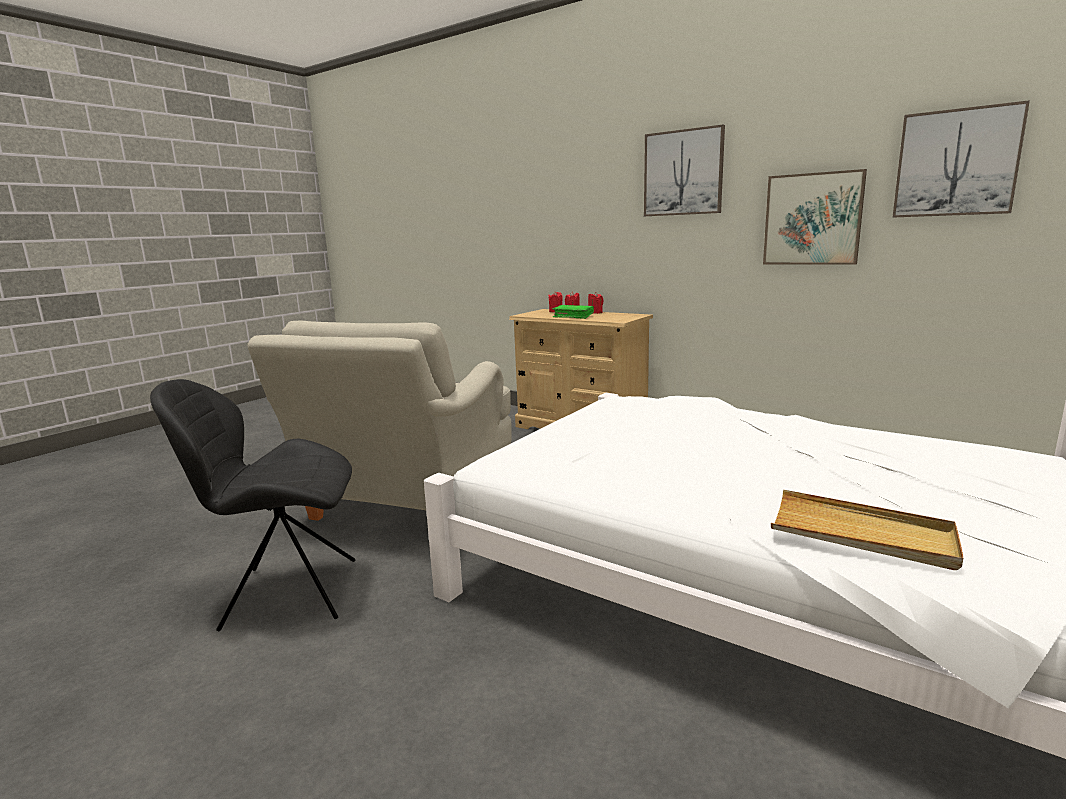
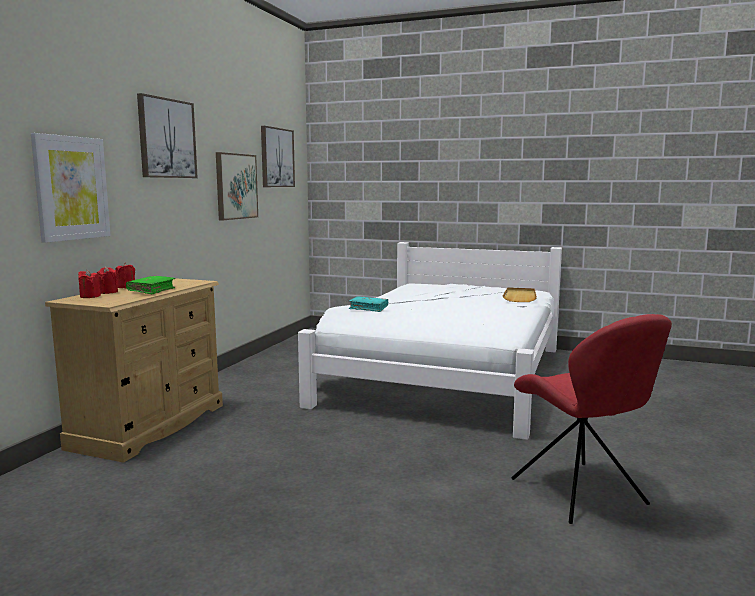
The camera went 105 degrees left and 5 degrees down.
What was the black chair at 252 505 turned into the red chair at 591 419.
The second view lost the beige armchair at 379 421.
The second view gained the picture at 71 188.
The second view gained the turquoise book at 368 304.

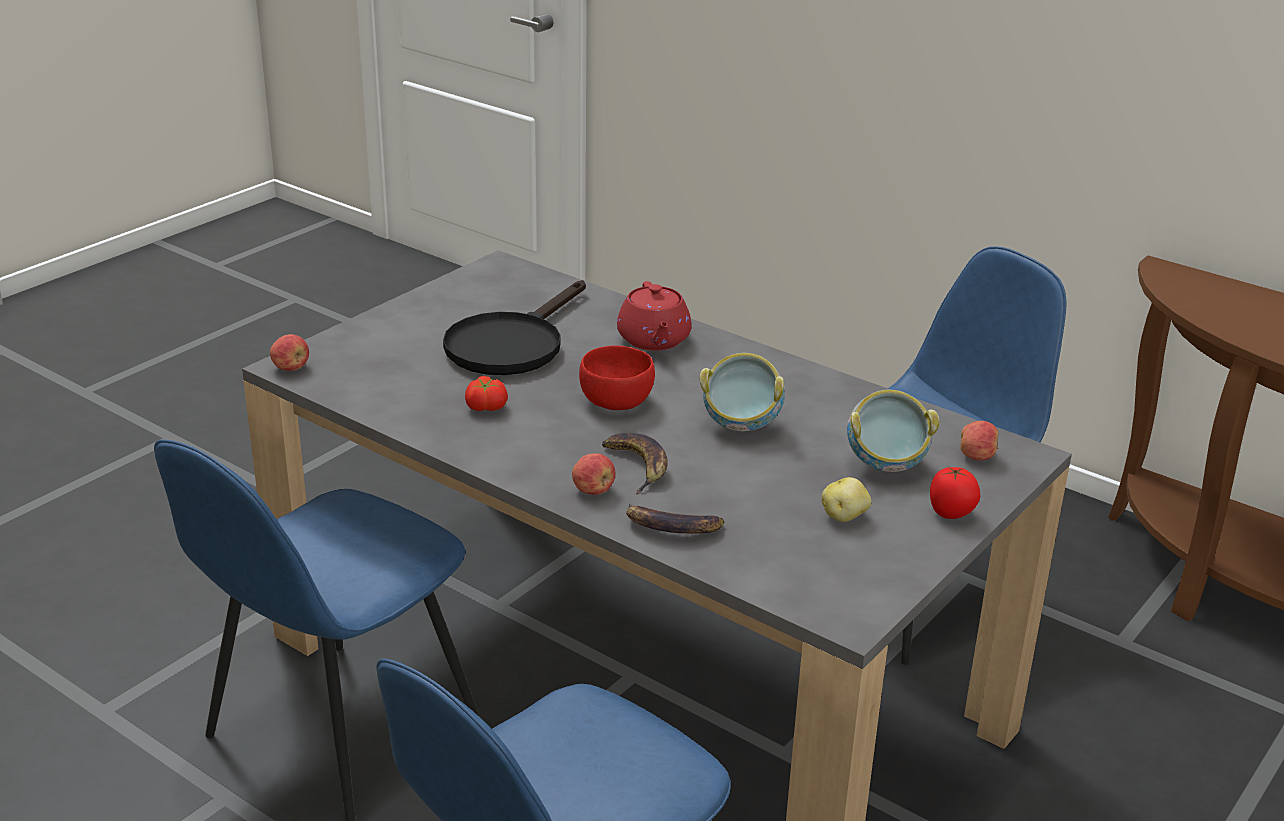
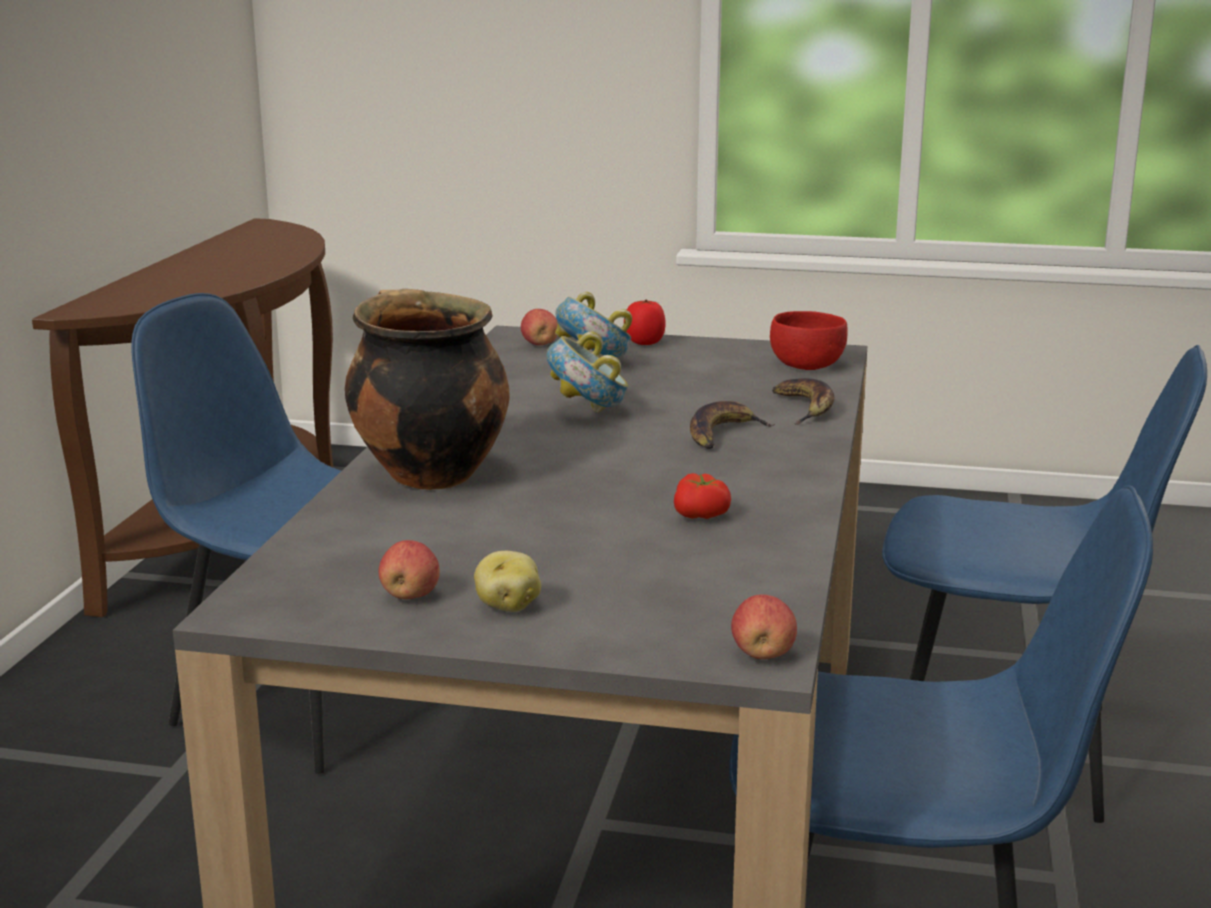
The camera went 115 degrees left and 10 degrees down.
The second view lost the black frying pan at 514 327.
The apple ended up elsewhere, having gone from 593 474 to 409 569.
The red bowl ended up elsewhere, having gone from 617 377 to 809 340.
Where the red teapot stood at 654 315, the cooking pot came to stand at 427 389.
The potato ended up elsewhere, having gone from 846 499 to 507 581.

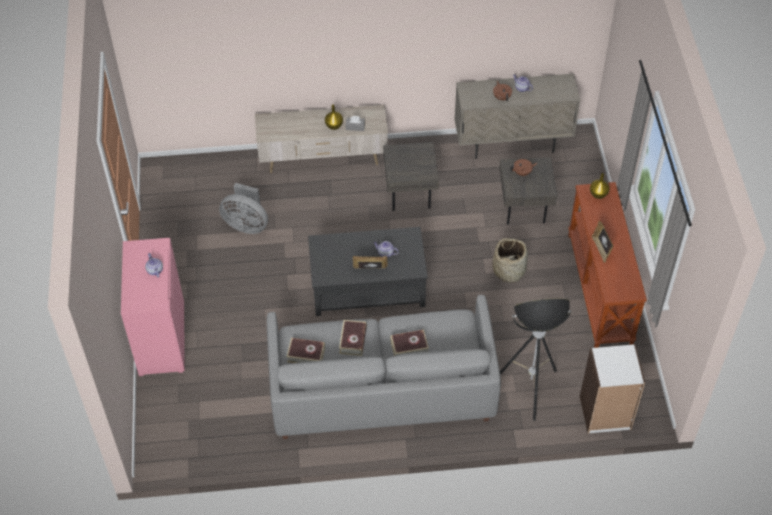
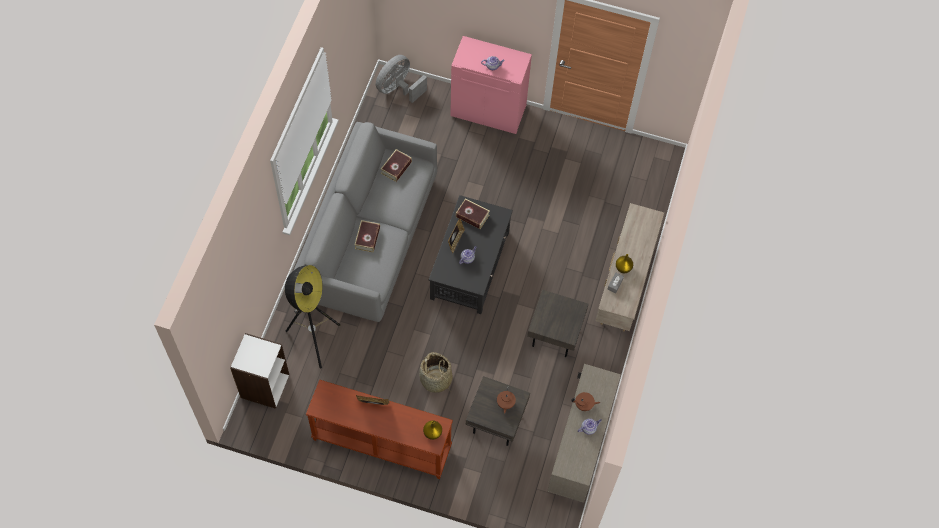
The camera went 110 degrees right and 10 degrees up.
The grey fan ended up elsewhere, having gone from 243 208 to 401 79.
The book ended up elsewhere, having gone from 353 338 to 473 214.

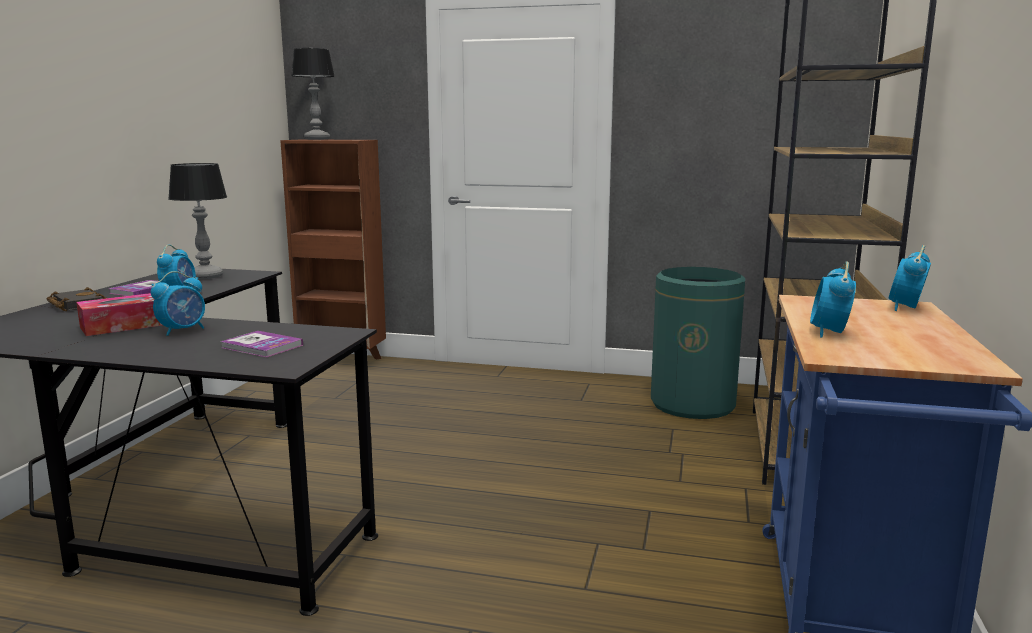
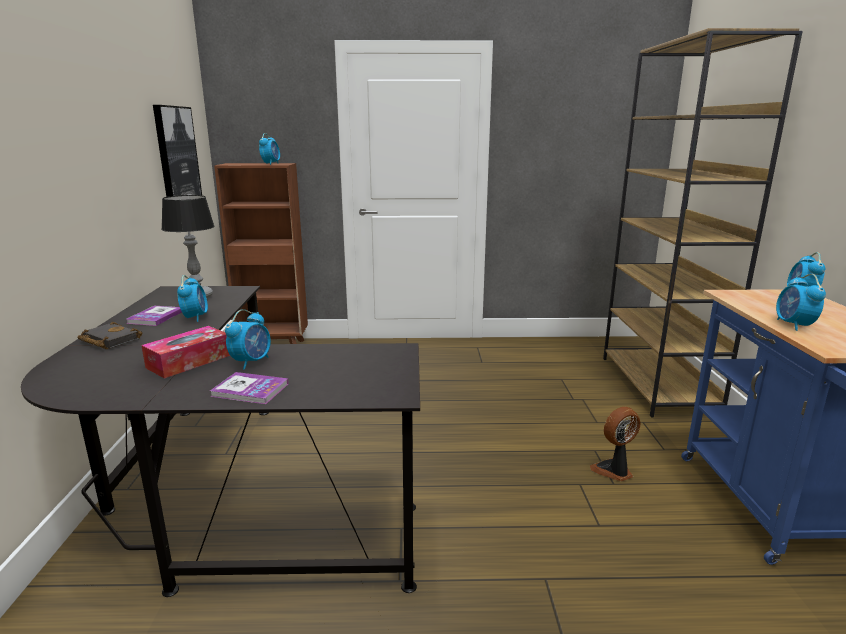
The camera went 15 degrees left and 5 degrees up.
The book ended up elsewhere, having gone from 261 344 to 249 388.
The second view lost the table lamp at 313 94.
The second view lost the green trash can at 698 343.
The second view gained the picture at 177 151.
The second view gained the alarm clock at 269 149.
The second view gained the fan at 615 444.

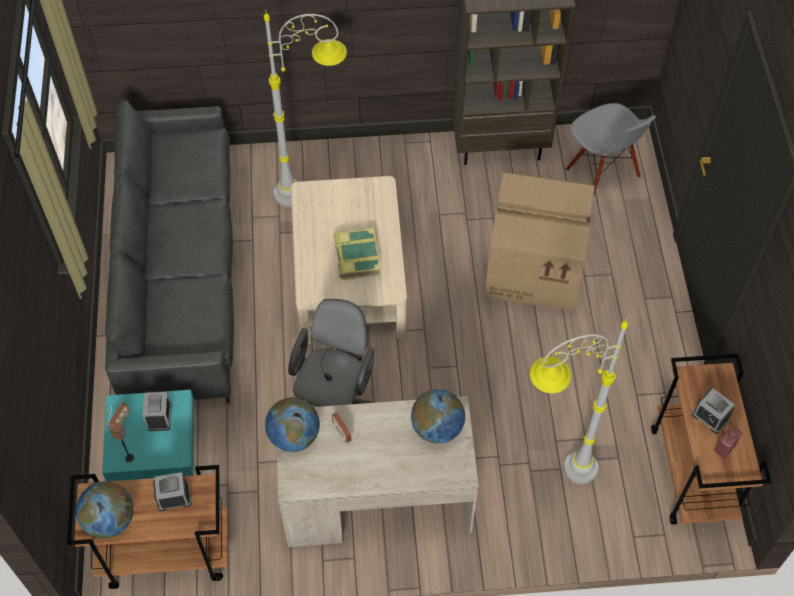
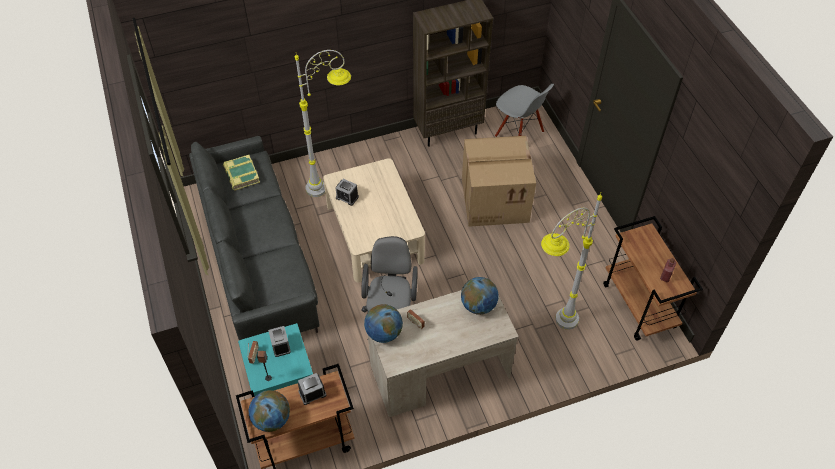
The camera went 15 degrees left and 5 degrees down.
The book ended up elsewhere, having gone from 357 254 to 241 172.
The alarm clock ended up elsewhere, having gone from 713 411 to 347 192.

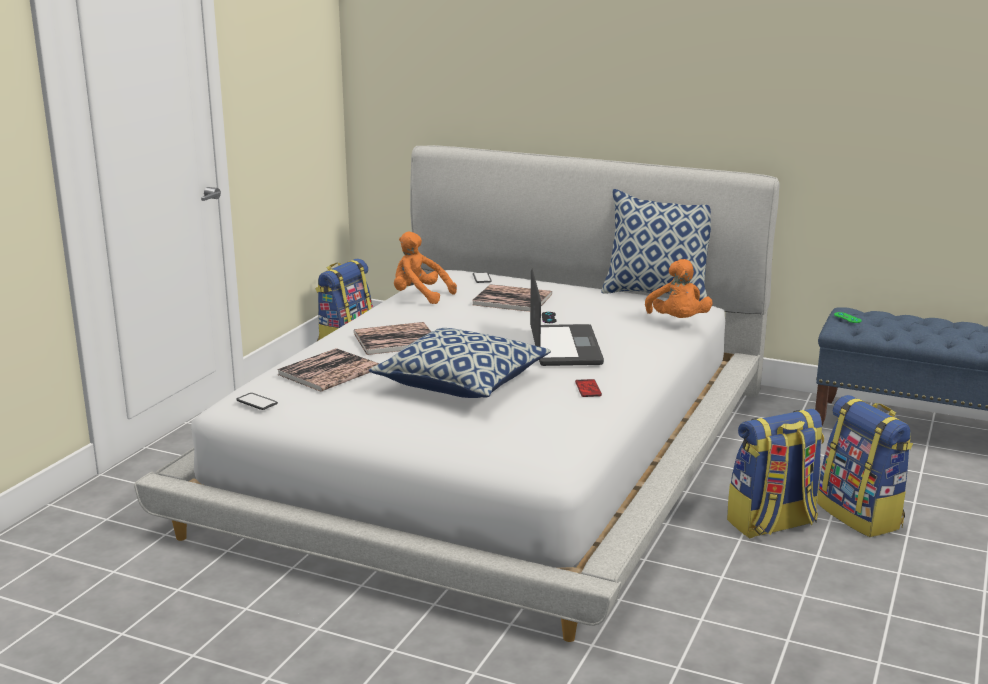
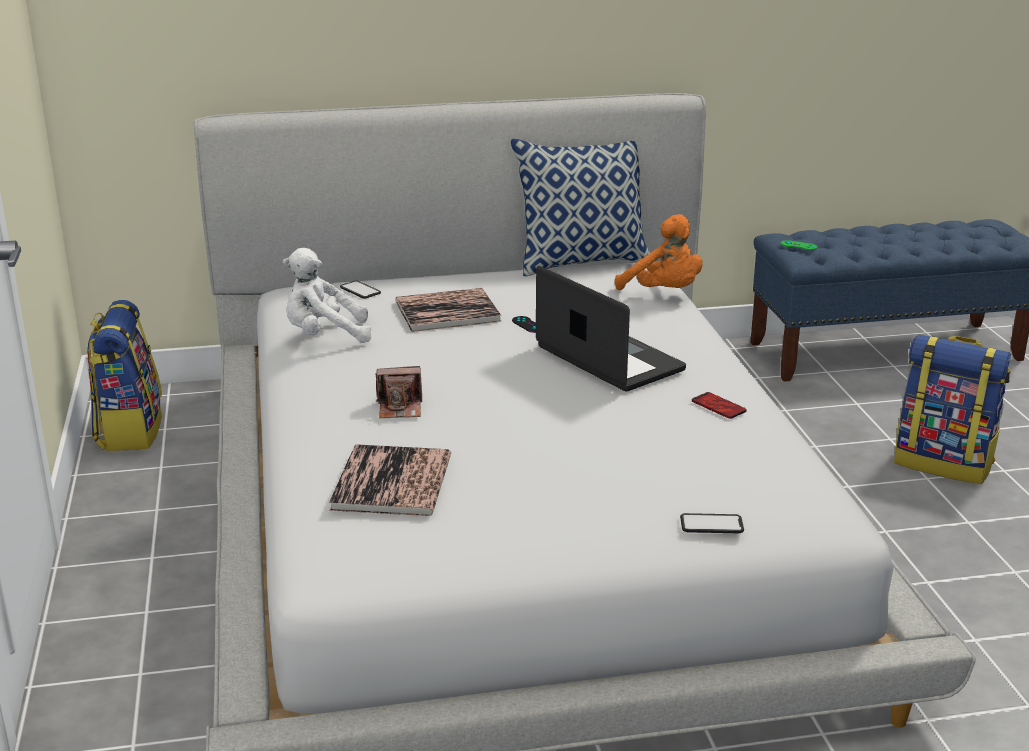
The camera went 35 degrees left and 5 degrees up.
The phone ended up elsewhere, having gone from 257 401 to 712 523.
Where the book stood at 392 338, the photo camera came to stand at 399 392.
The second view lost the pillow at 460 363.
What was the orange plush toy at 425 267 turned into the white plush toy at 327 295.
The second view lost the backpack at 775 473.

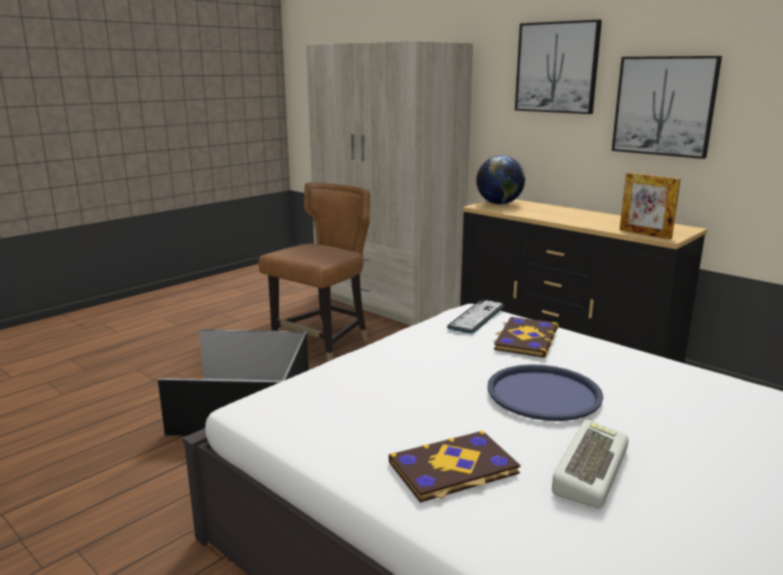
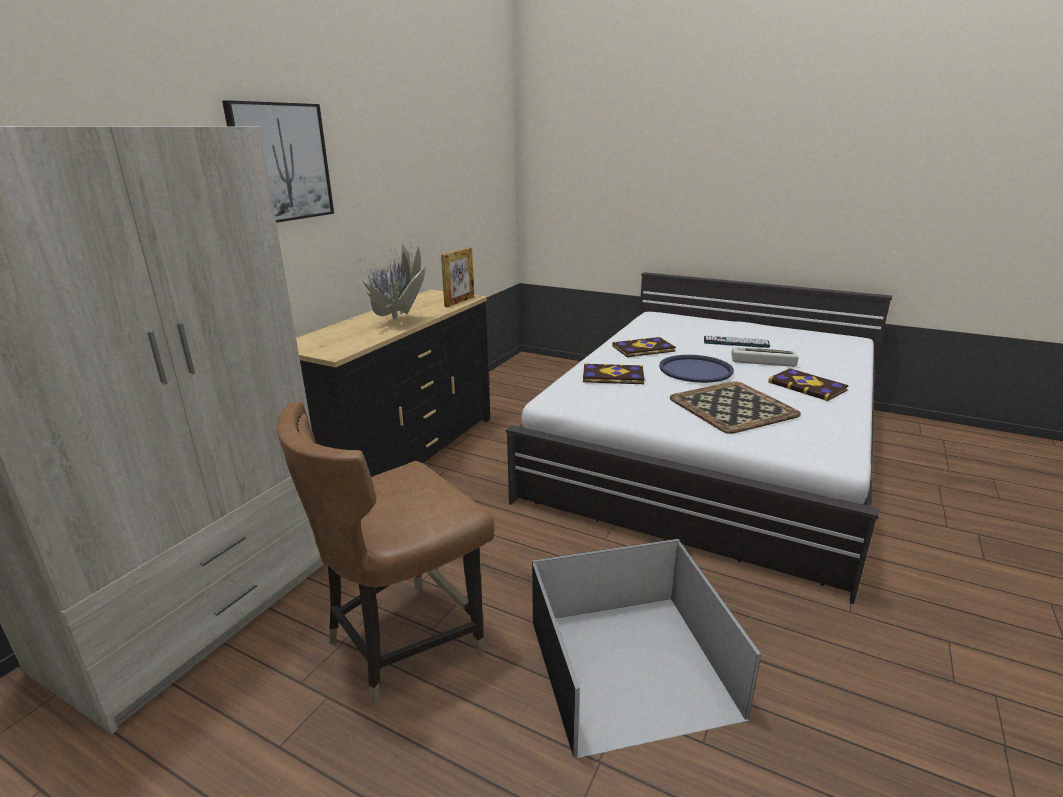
The camera went 105 degrees left and 5 degrees up.
The brown chair at 314 272 ended up facing another way, 60 degrees counterclockwise from before.
The keyboard ended up elsewhere, having gone from 475 317 to 737 341.
The second view lost the globe at 500 179.
The second view lost the picture at 667 107.
The second view gained the potted plant at 384 277.
The second view gained the book at 644 347.
The second view gained the tray at 735 407.

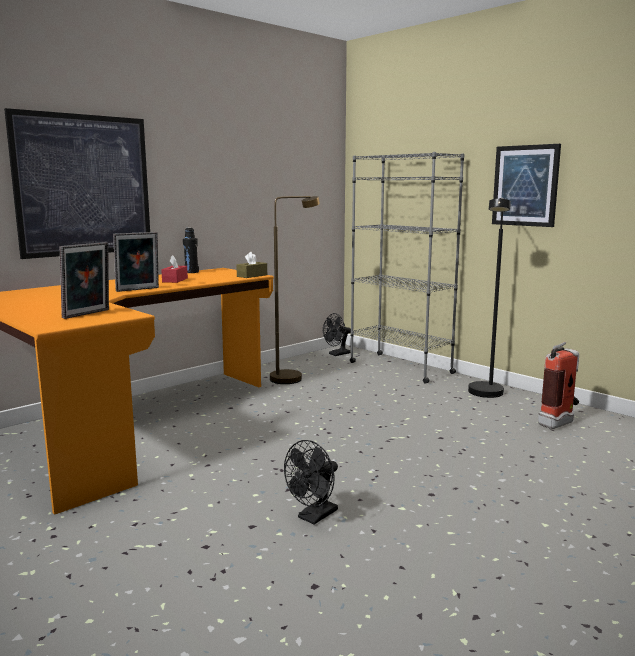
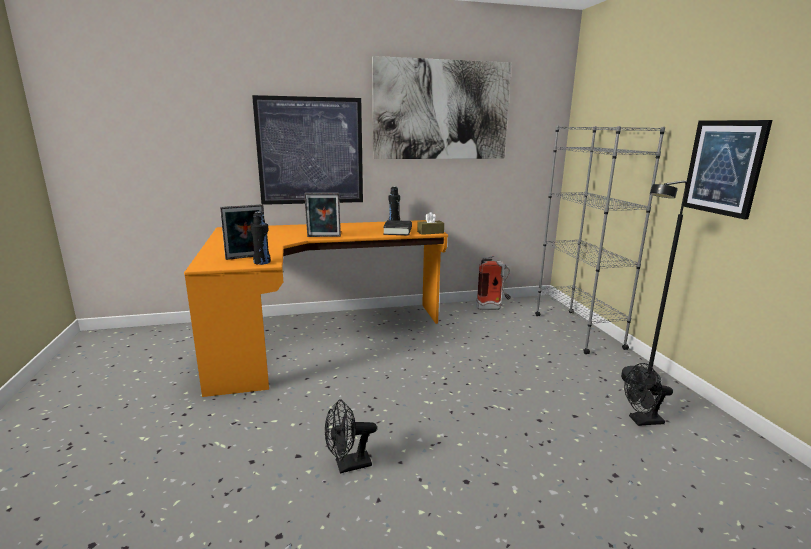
The camera went 30 degrees right and 5 degrees up.
The second view lost the red tissue box at 174 269.
The second view lost the brown floor lamp at 295 290.
The black fan ended up elsewhere, having gone from 337 334 to 648 394.
The fire extinguisher ended up elsewhere, having gone from 558 385 to 493 283.
The second view gained the black bottle at 261 238.
The second view gained the picture at 441 107.
The second view gained the black book at 397 227.

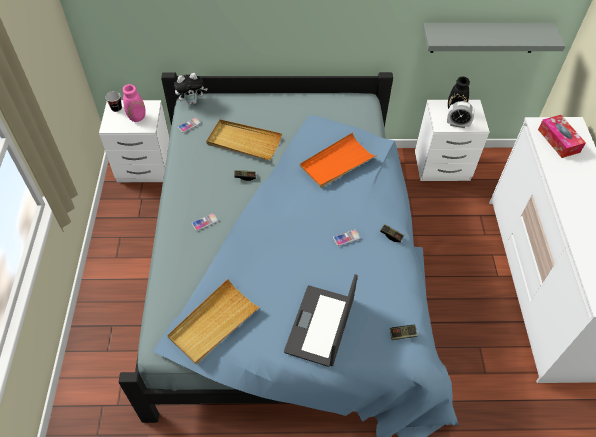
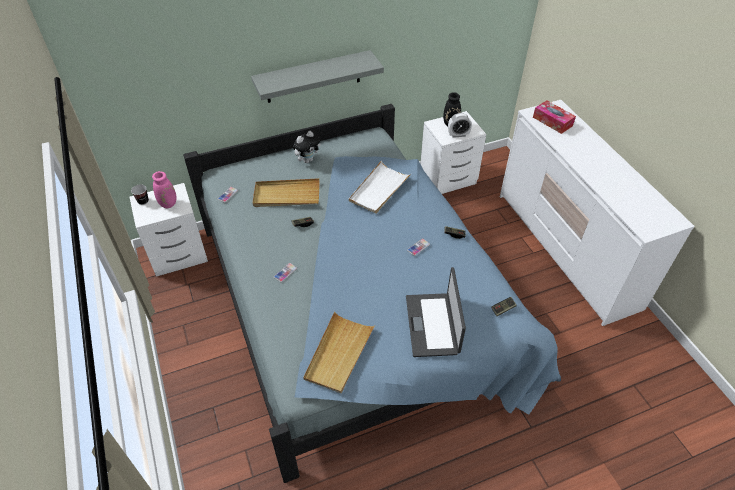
The camera went 20 degrees left and 5 degrees down.
The plush toy ended up elsewhere, having gone from 191 89 to 307 147.
What was the orange tray at 338 160 turned into the white tray at 380 187.
The grey shelf ended up elsewhere, having gone from 494 38 to 317 76.

